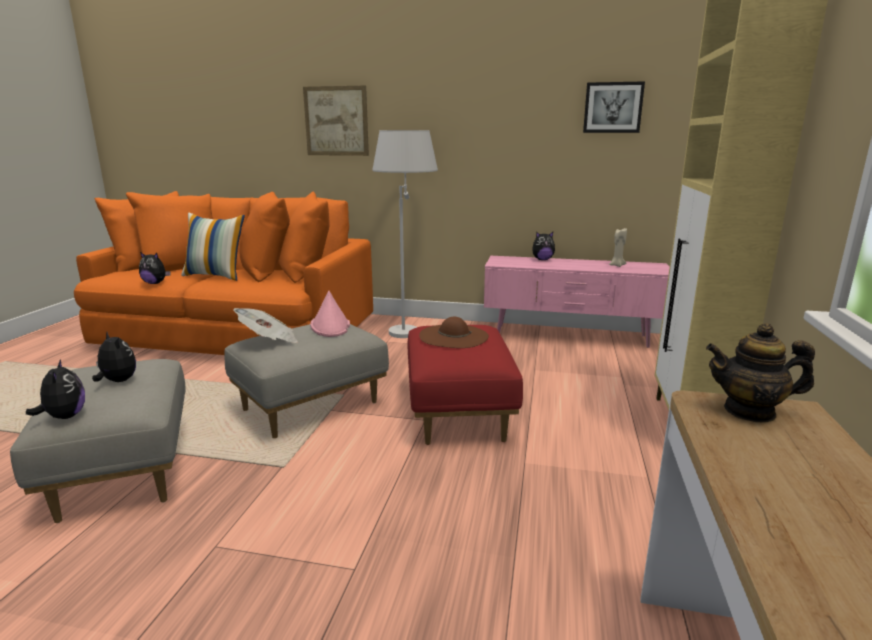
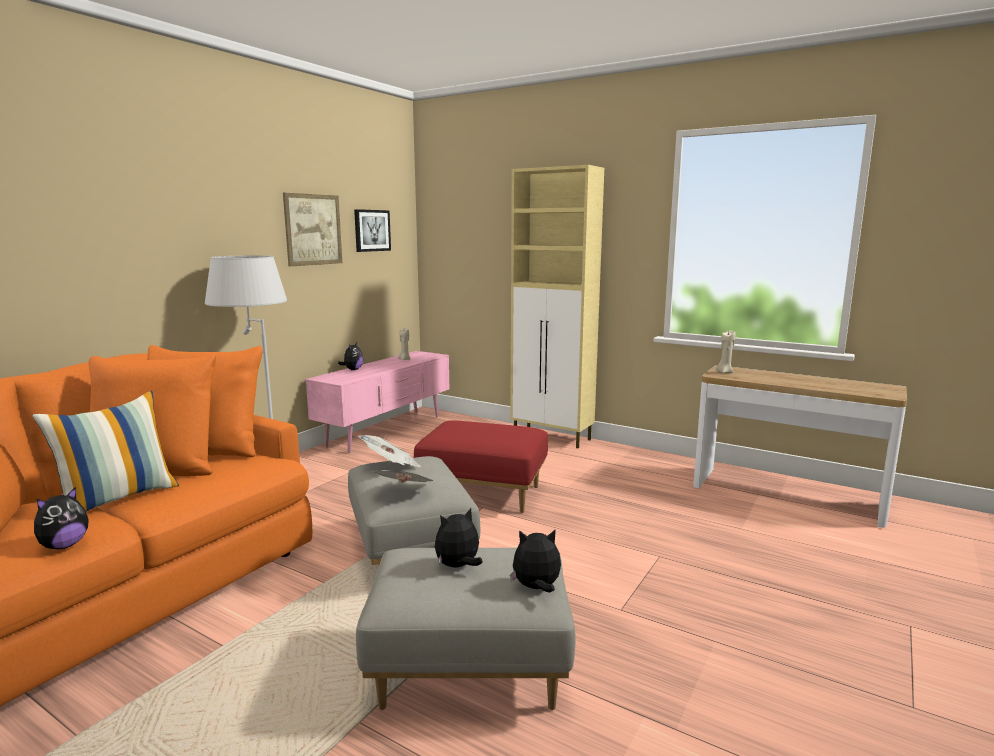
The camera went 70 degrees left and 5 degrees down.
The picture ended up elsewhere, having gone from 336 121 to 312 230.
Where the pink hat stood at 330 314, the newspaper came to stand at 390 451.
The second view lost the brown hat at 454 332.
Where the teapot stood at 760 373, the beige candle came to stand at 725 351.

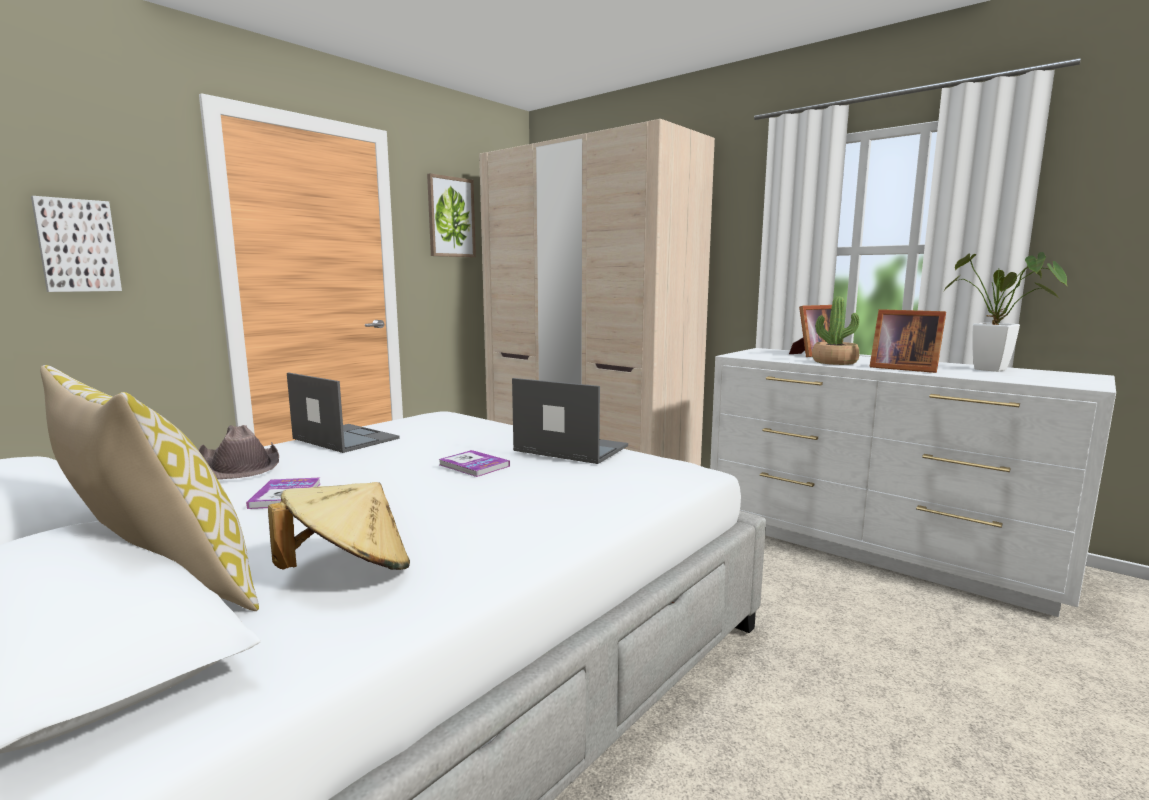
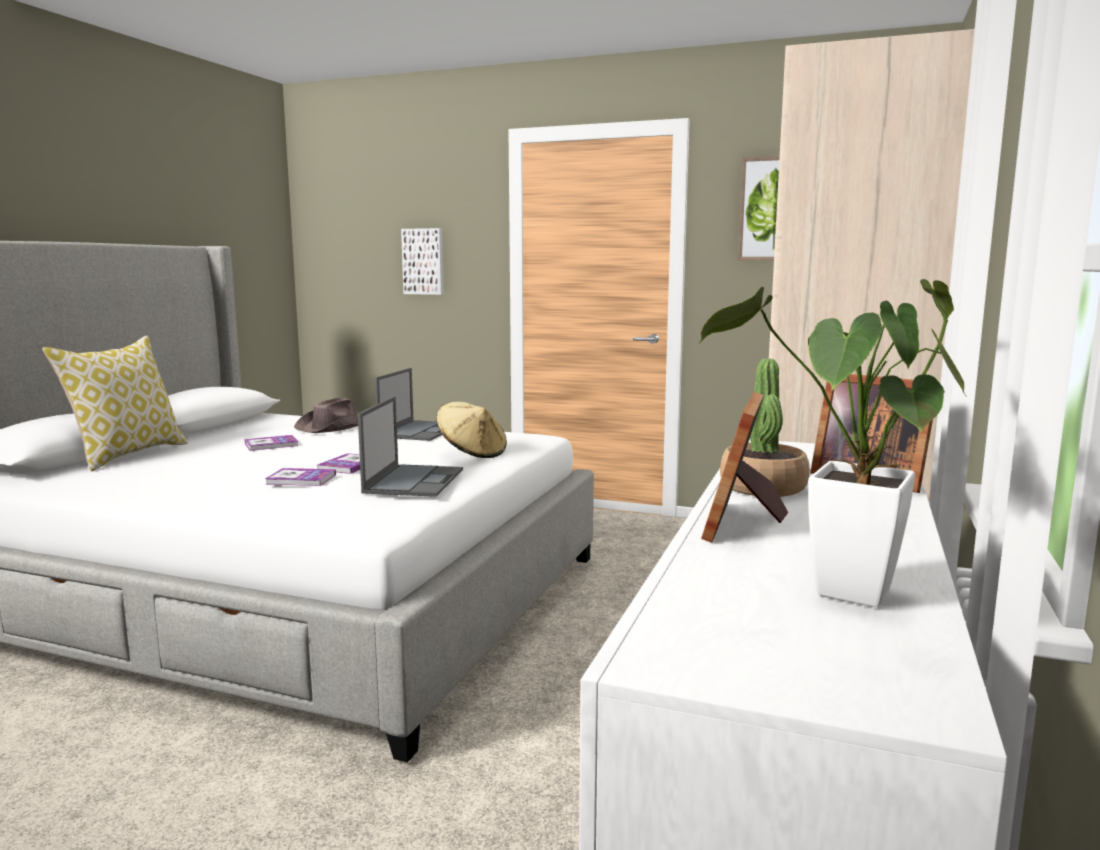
The camera went 70 degrees right and 0 degrees up.
The beige hat ended up elsewhere, having gone from 339 526 to 471 430.
The second view gained the book at 300 477.

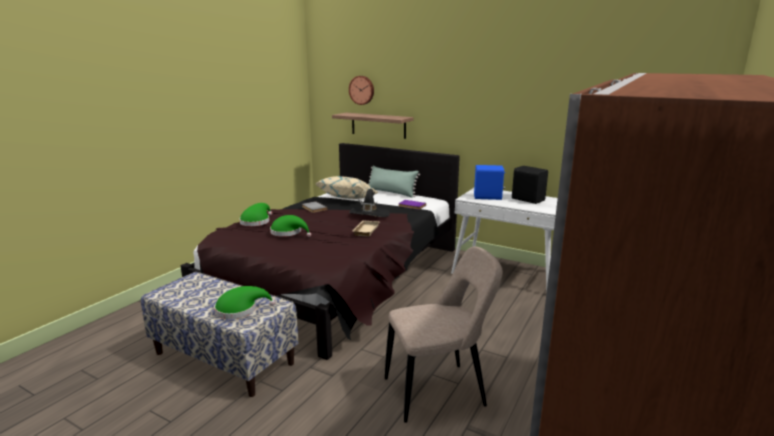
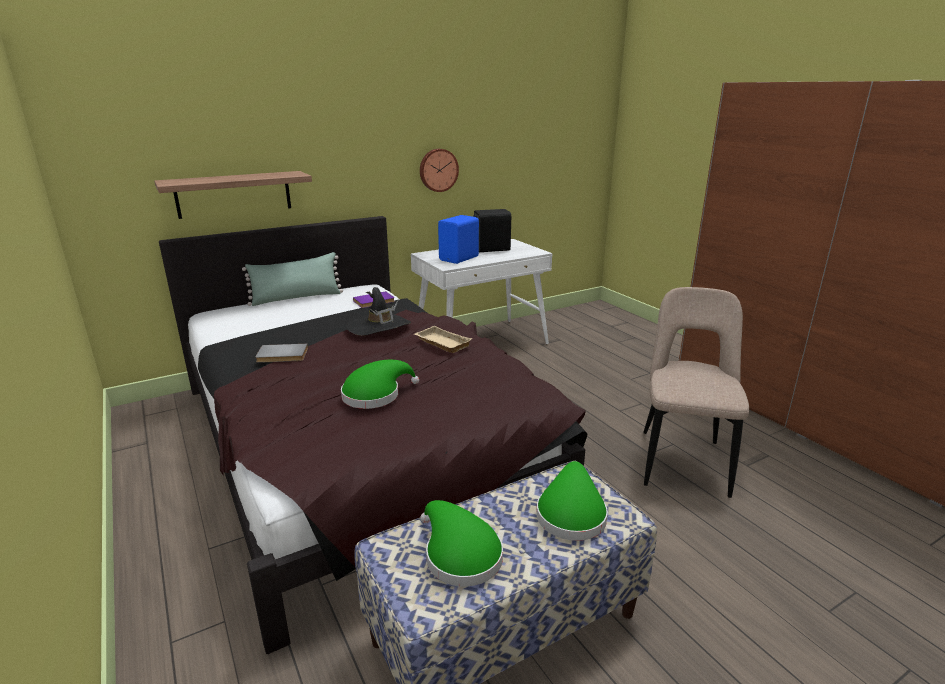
The camera went 60 degrees left and 5 degrees up.
The green hat ended up elsewhere, having gone from 255 214 to 461 543.
The second view lost the beige pillow at 346 187.
The wall clock ended up elsewhere, having gone from 361 90 to 439 170.

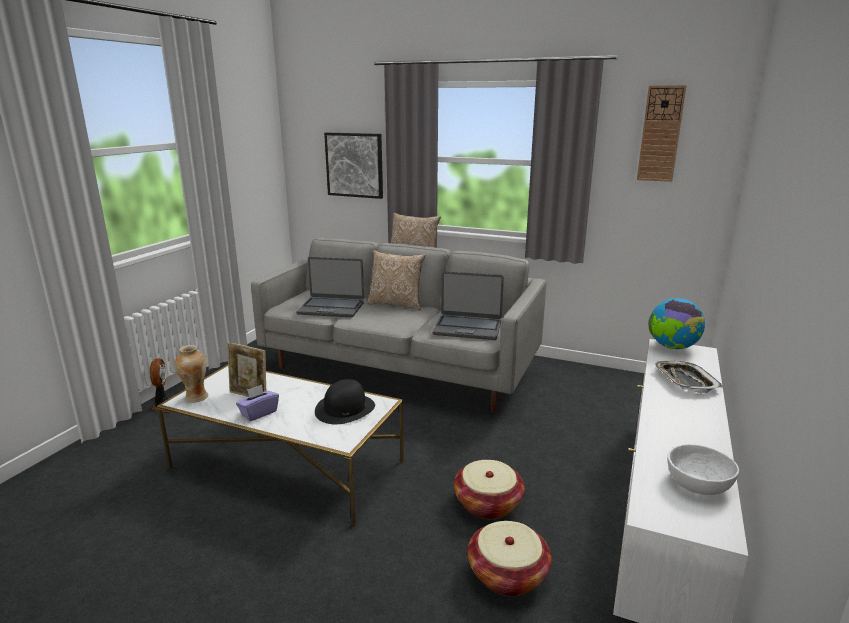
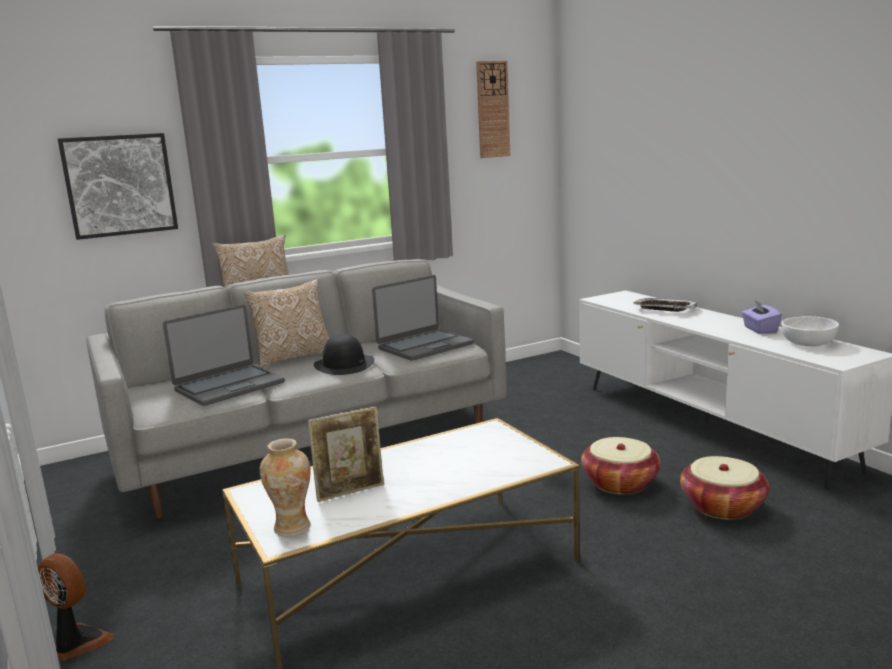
The camera went 50 degrees left and 5 degrees down.
The purple tissue box ended up elsewhere, having gone from 257 403 to 761 316.
The black hat ended up elsewhere, having gone from 345 401 to 343 354.
The second view lost the globe at 676 323.

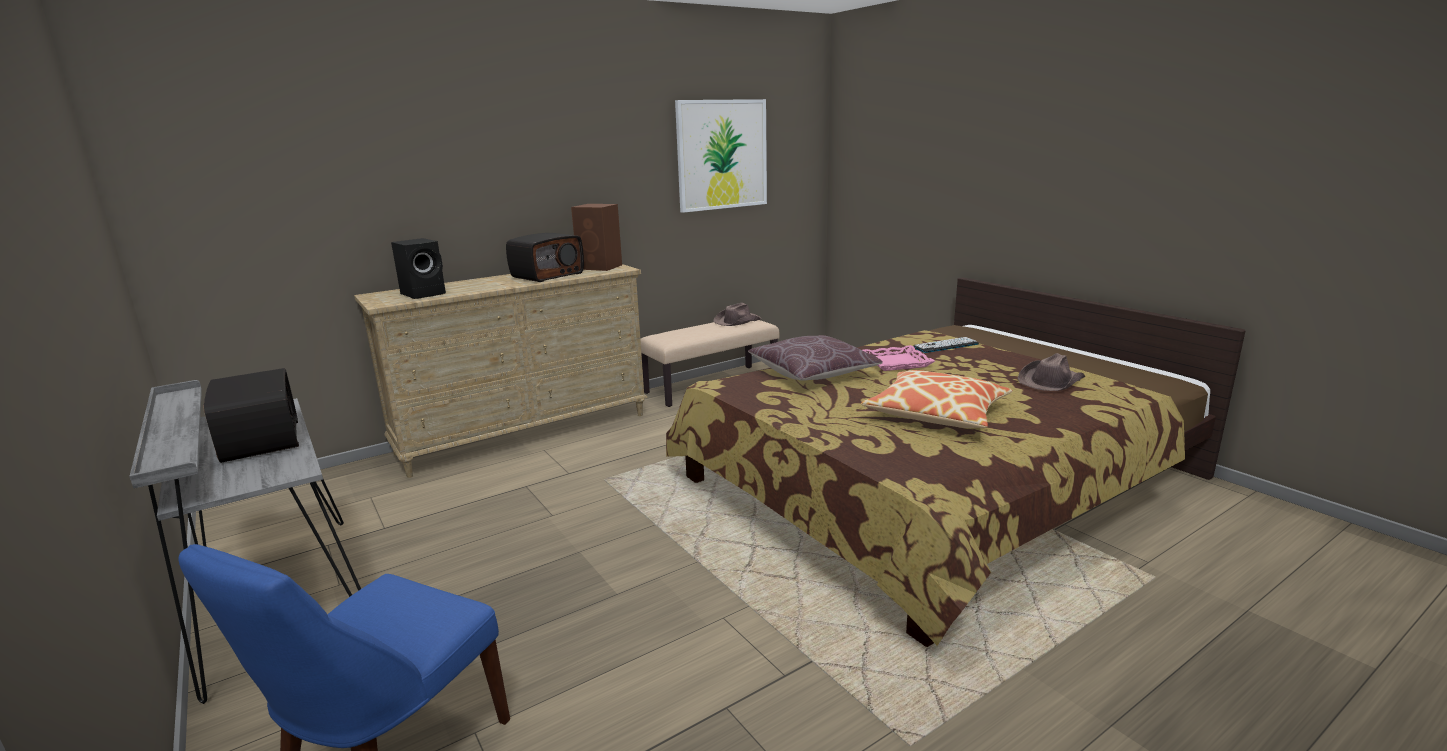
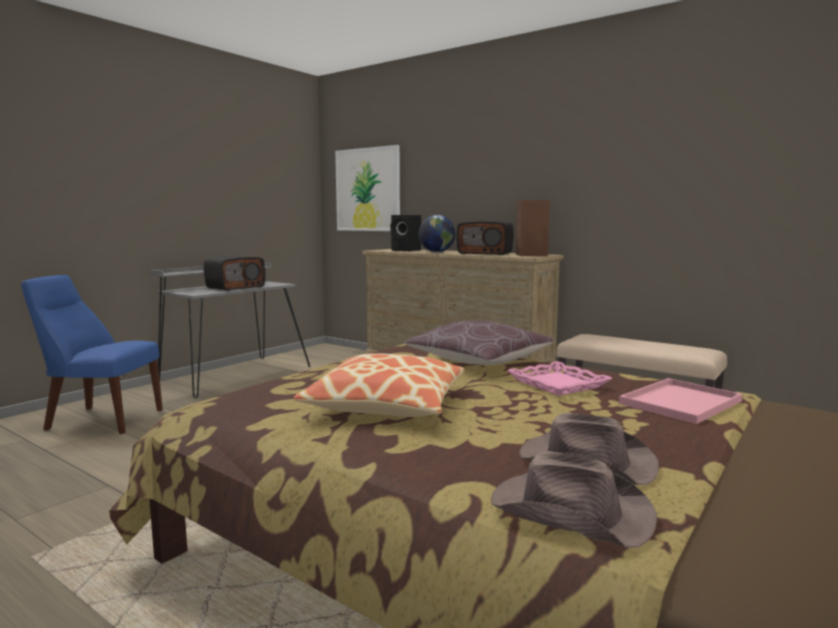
The camera went 70 degrees right and 10 degrees down.
The picture ended up elsewhere, having gone from 721 156 to 367 188.
The brown hat ended up elsewhere, having gone from 737 314 to 574 499.
Where the keyboard stood at 946 345, the pink tray came to stand at 680 401.
The second view gained the globe at 437 233.

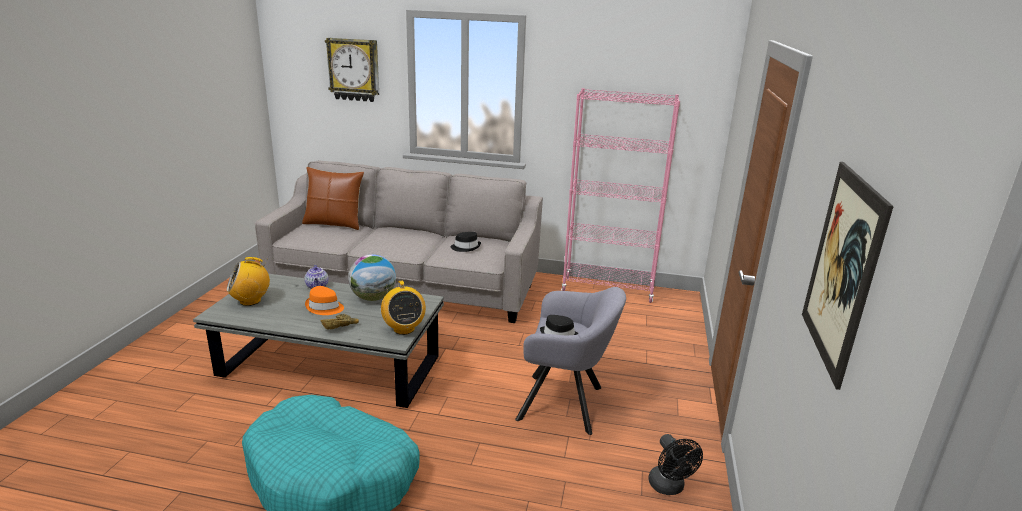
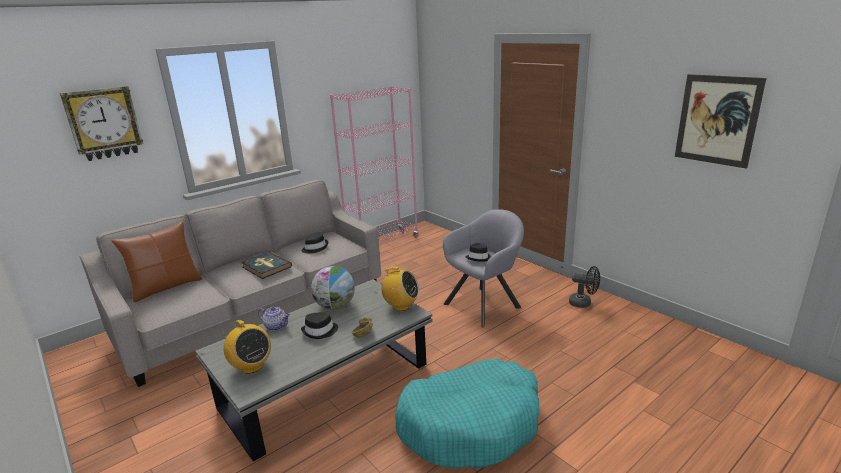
The camera went 50 degrees left and 0 degrees up.
The radio at 248 281 ended up facing another way, 60 degrees counterclockwise from before.
What was the orange hat at 324 300 turned into the black hat at 319 325.
The second view gained the book at 266 265.

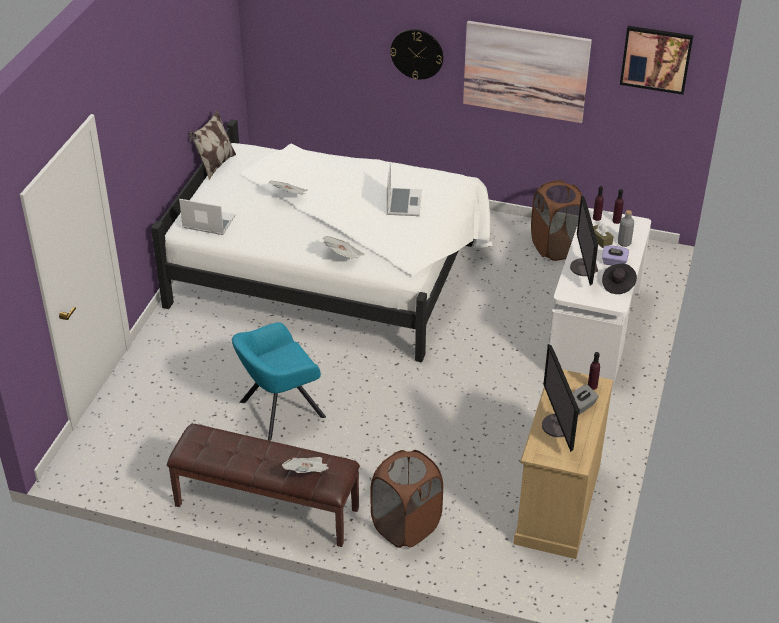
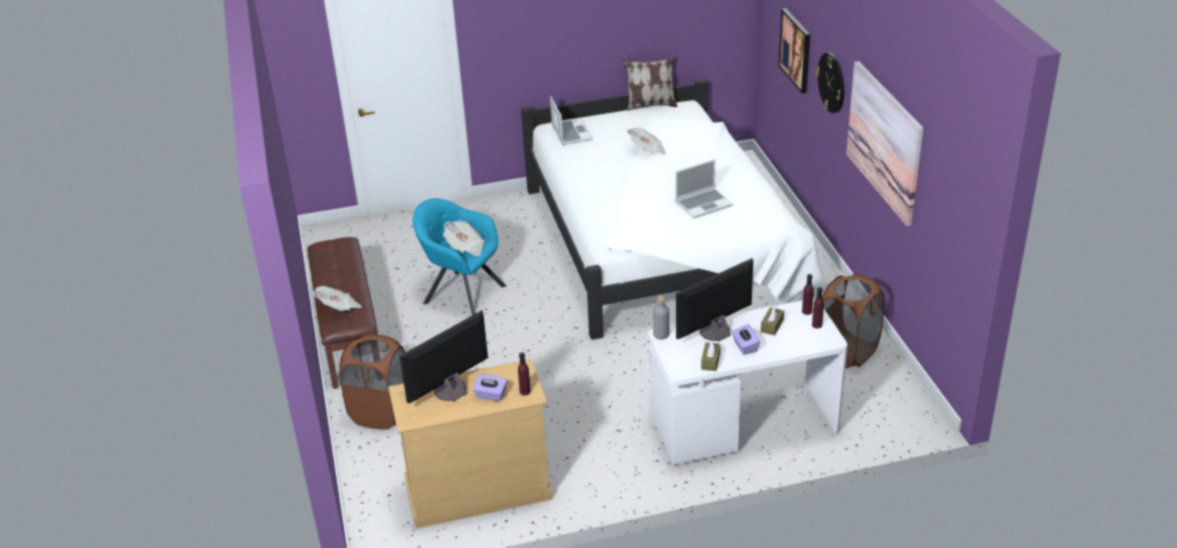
The camera went 60 degrees right and 5 degrees down.
The newspaper ended up elsewhere, having gone from 343 247 to 464 238.
What was the grey tissue box at 585 399 turned into the purple tissue box at 490 387.
Where the black hat stood at 619 279, the brown tissue box came to stand at 711 355.
The grey bottle ended up elsewhere, having gone from 626 228 to 661 318.
The picture ended up elsewhere, having gone from 656 60 to 794 51.

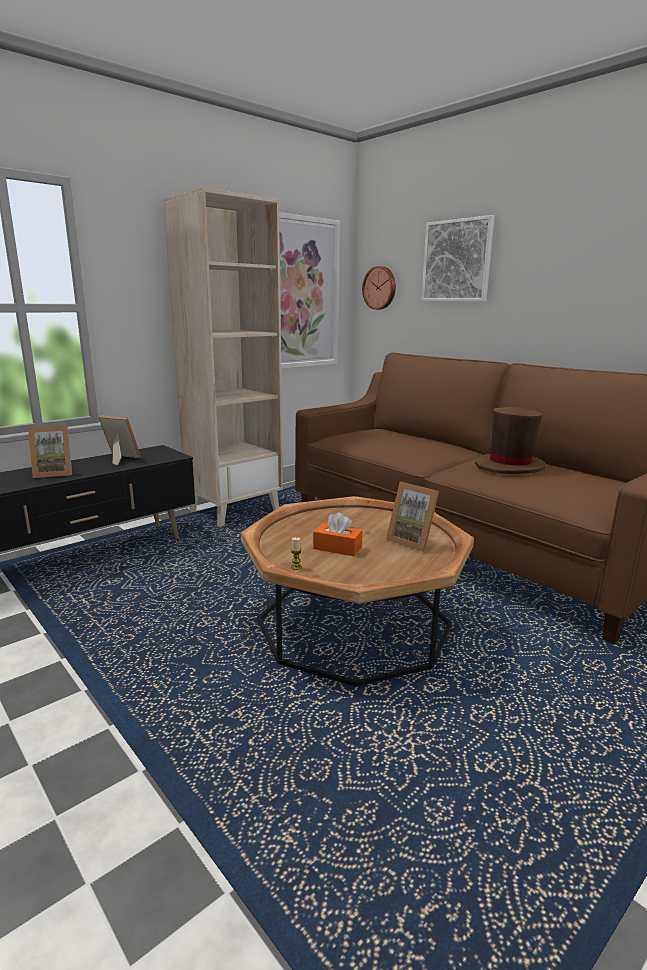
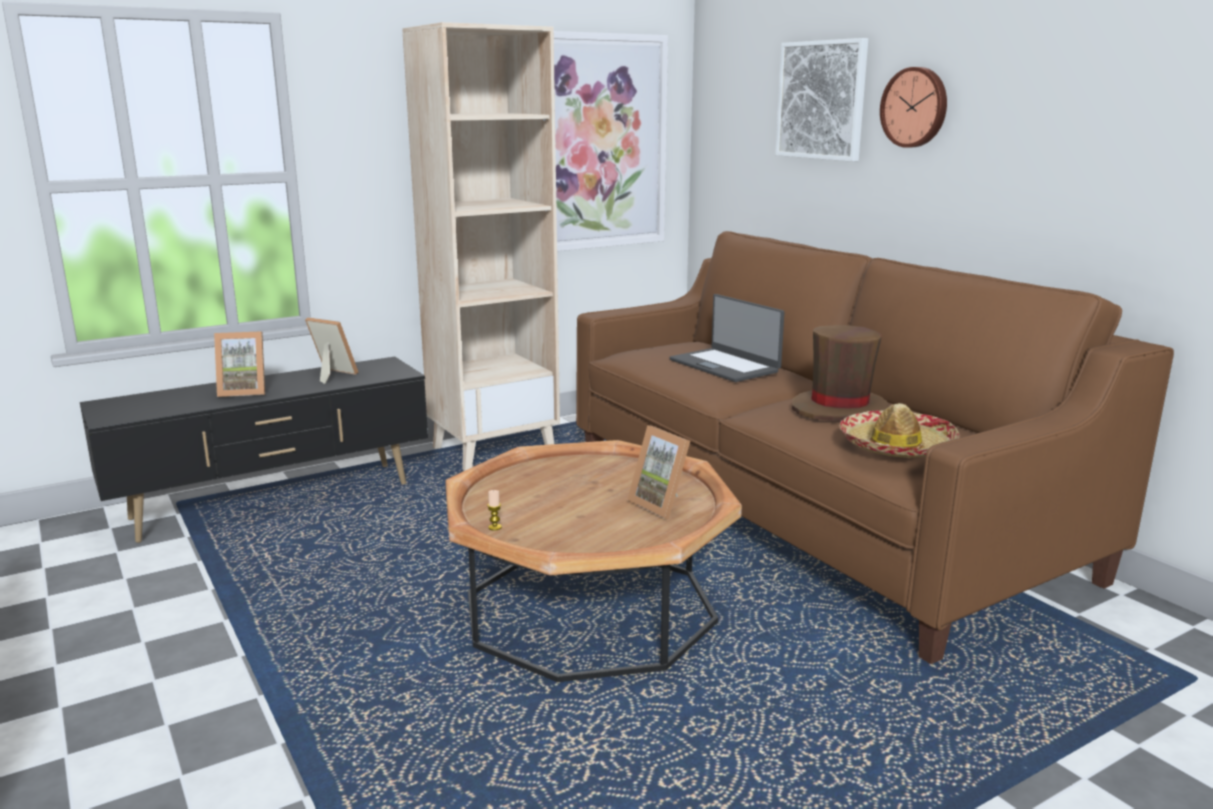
The camera went 10 degrees right and 0 degrees up.
The second view lost the orange tissue box at 338 534.
The wall clock ended up elsewhere, having gone from 379 288 to 913 107.
The second view gained the laptop at 727 338.
The second view gained the hat at 899 430.

